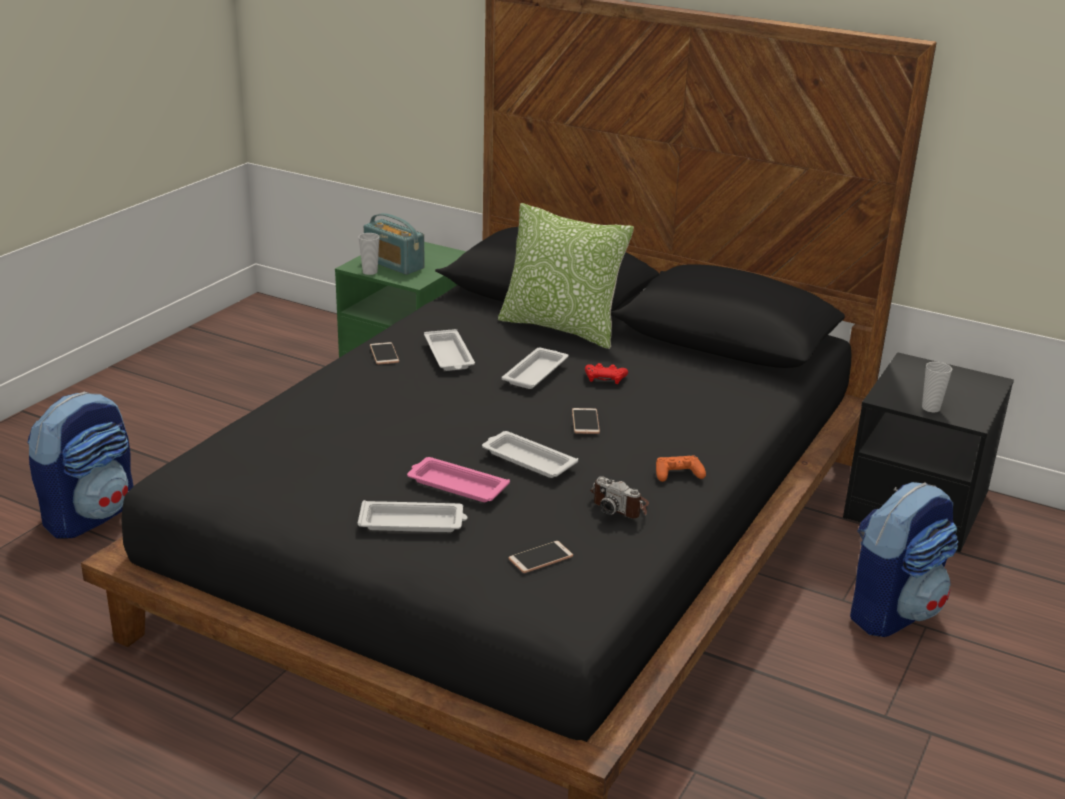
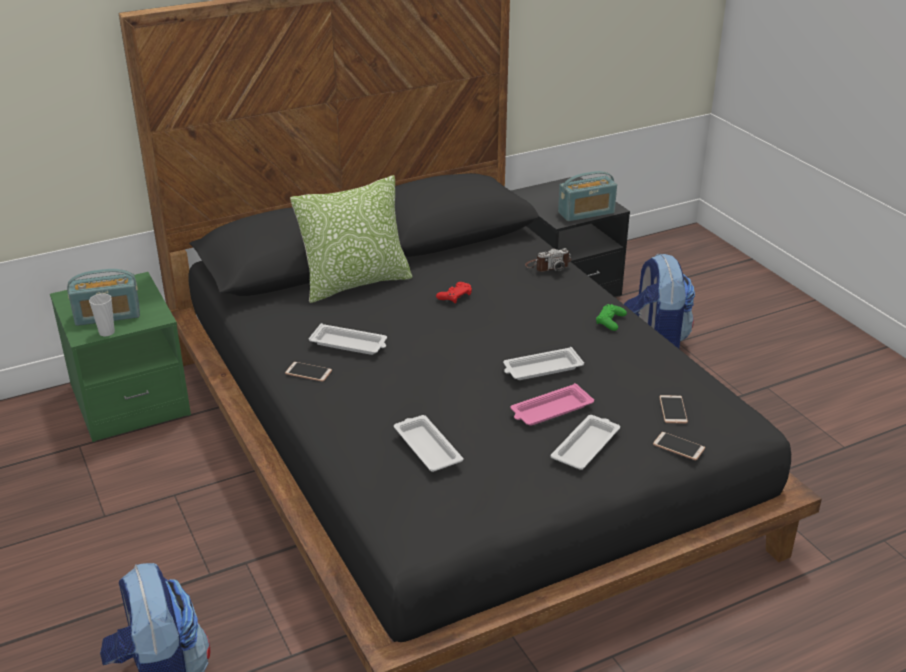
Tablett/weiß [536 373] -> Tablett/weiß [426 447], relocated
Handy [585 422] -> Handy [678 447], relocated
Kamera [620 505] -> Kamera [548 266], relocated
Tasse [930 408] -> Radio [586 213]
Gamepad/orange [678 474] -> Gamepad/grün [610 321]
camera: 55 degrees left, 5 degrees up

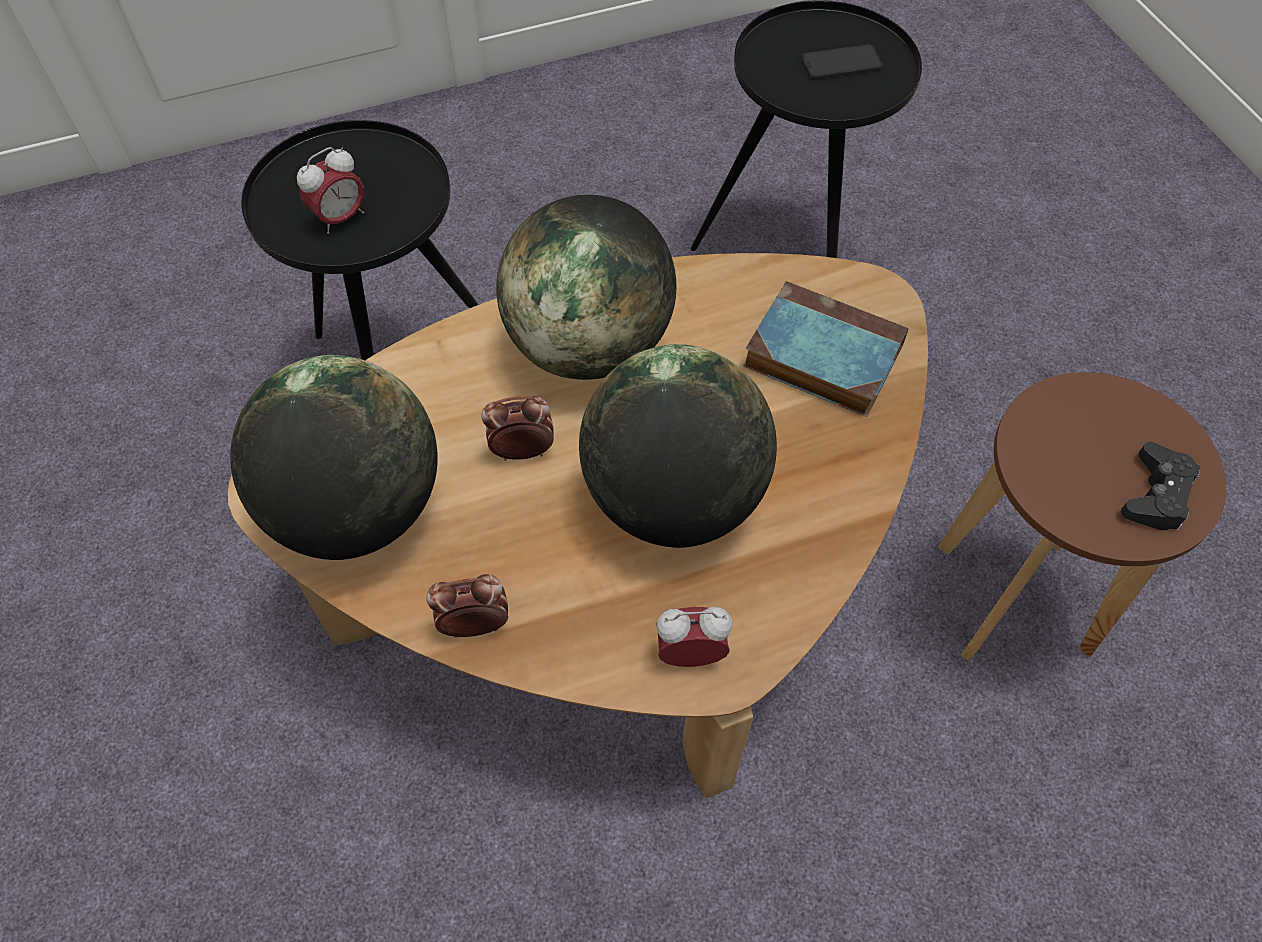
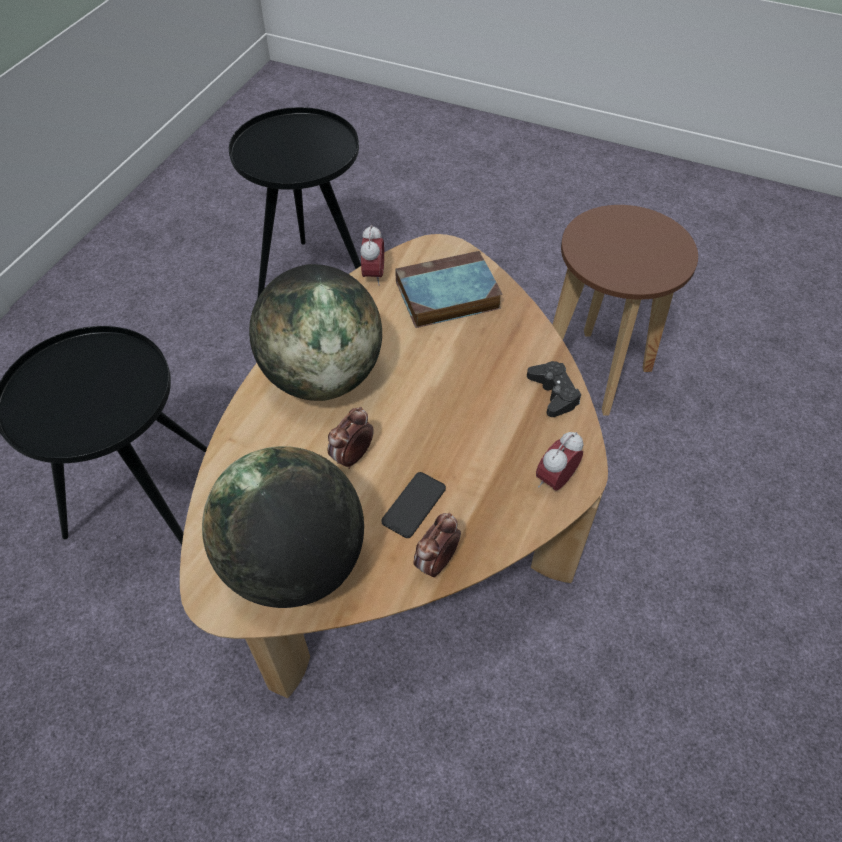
Globus [674 498] -> none
Wecker [340 218] -> Wecker [373 275], relocated
Handy [841 63] -> Handy [414 505], relocated
Gamepad/schwarz [1156 494] -> Gamepad/schwarz [553 393], relocated
camera: 45 degrees left, 5 degrees down

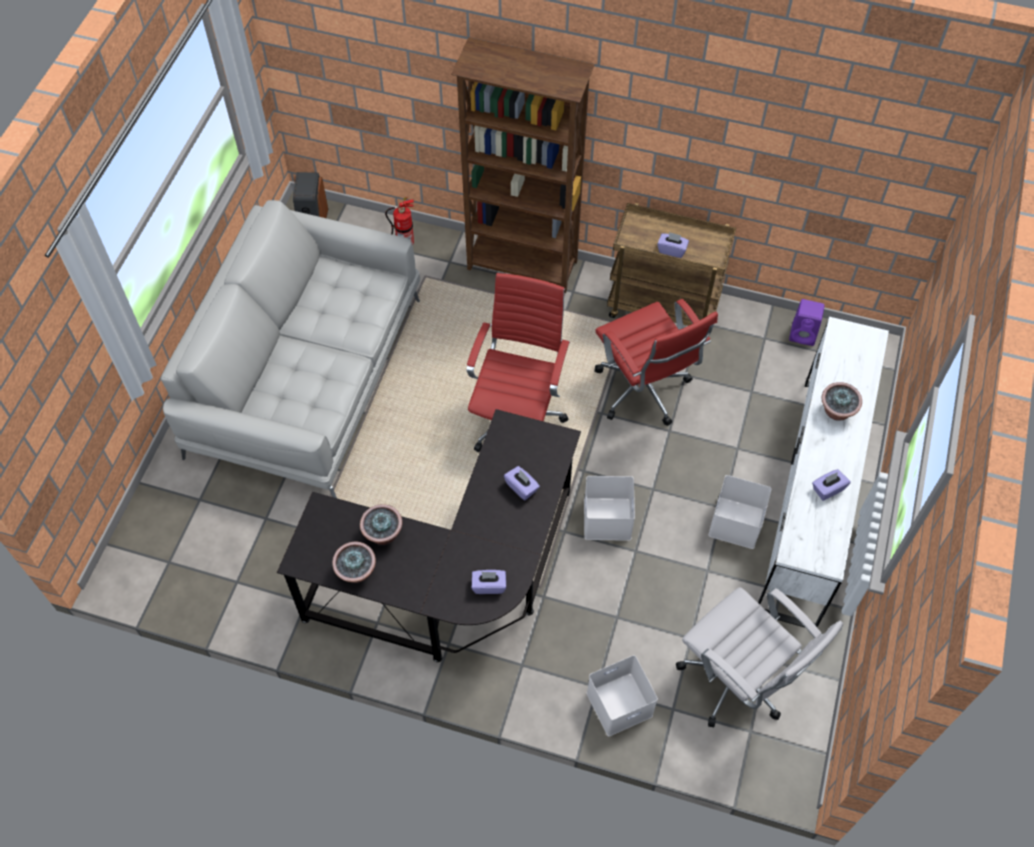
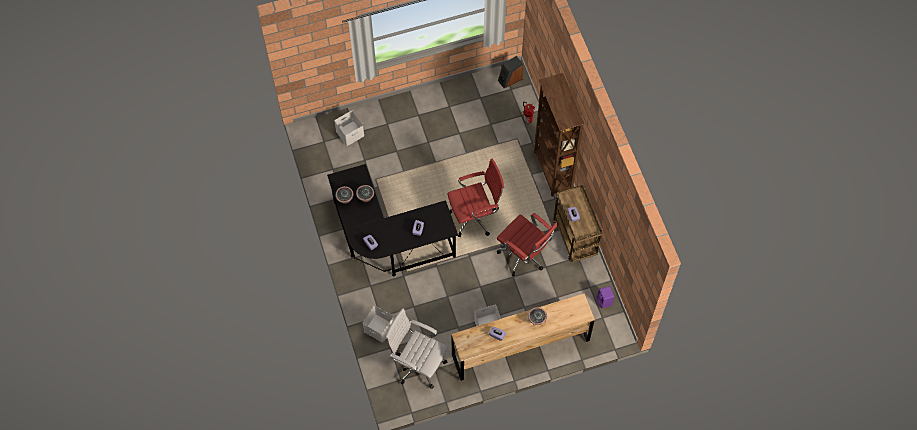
Sofa/grau [307 375] -> none
Aufbewahrungsbox/weiß [606 518] -> Aufbewahrungsbox/weiß [350 132], relocated
Kommode/weiß [809 498] -> Kommode/braun [520 347]
Bürostuhl/rot [644 392] -> Bürostuhl/rot [524 256], 75 degrees counterclockwise
Bürostuhl/weiß [738 682] -> Bürostuhl/weiß [418 364], 105 degrees clockwise
camera: 55 degrees right, 5 degrees up

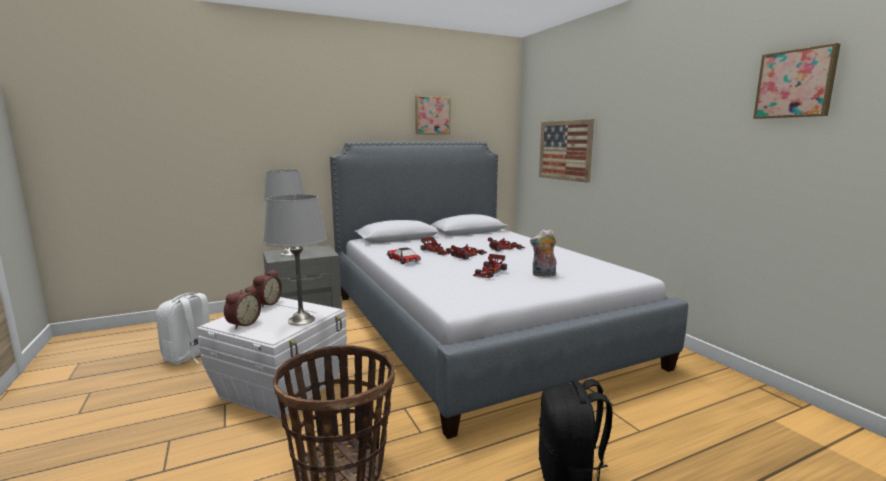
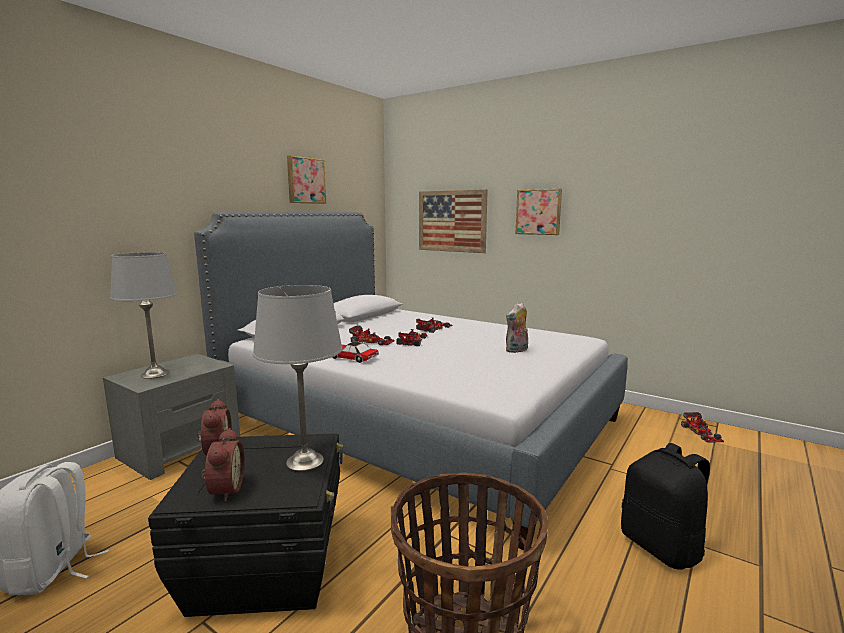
Spielzeugauto [489 272] -> Spielzeugauto [701 432], relocated
Bild [796 84] -> Bild [539 212], relocated
Aufbewahrungsbox/weiß [282 387] -> Aufbewahrungsbox/schwarz [268 564]
camera: 30 degrees left, 0 degrees up

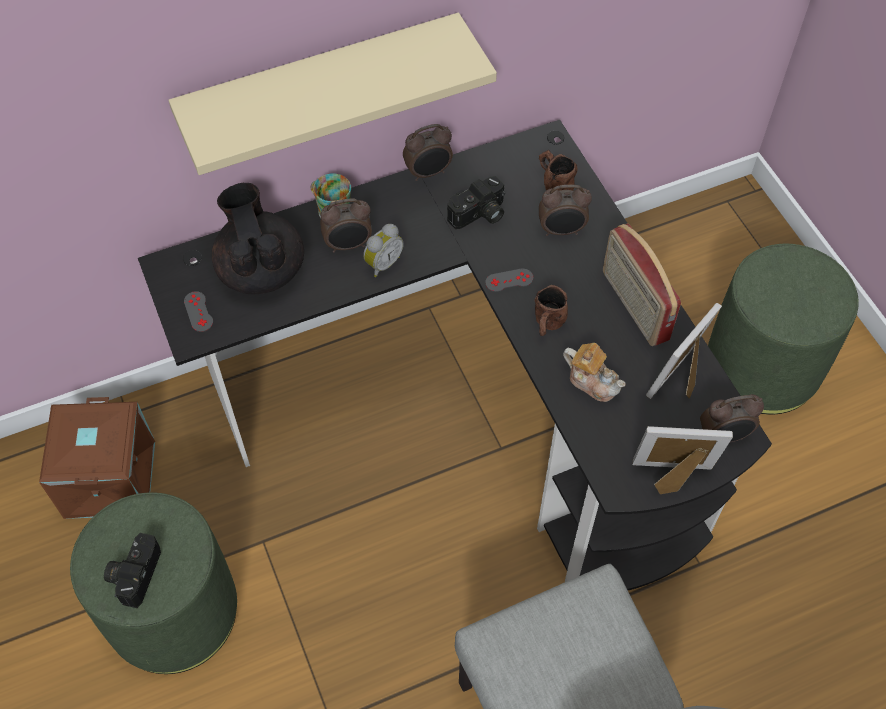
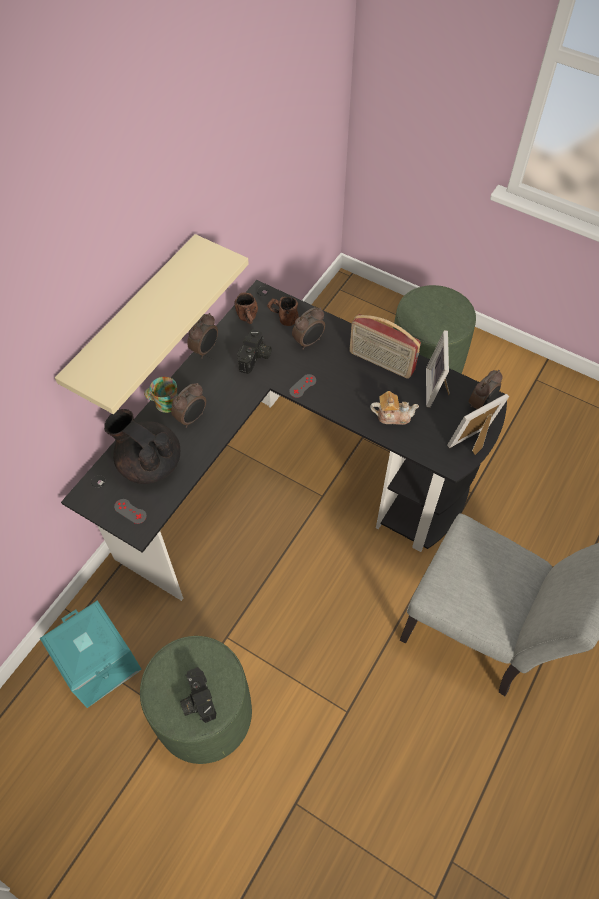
Wecker [382 263] -> none
Henkelbecher/braun [547 326] -> Henkelbecher/braun [248 319], relocated
Aufbewahrungsbox/braun [108 478] -> Aufbewahrungsbox/türkis [97 664]
camera: 35 degrees left, 0 degrees up

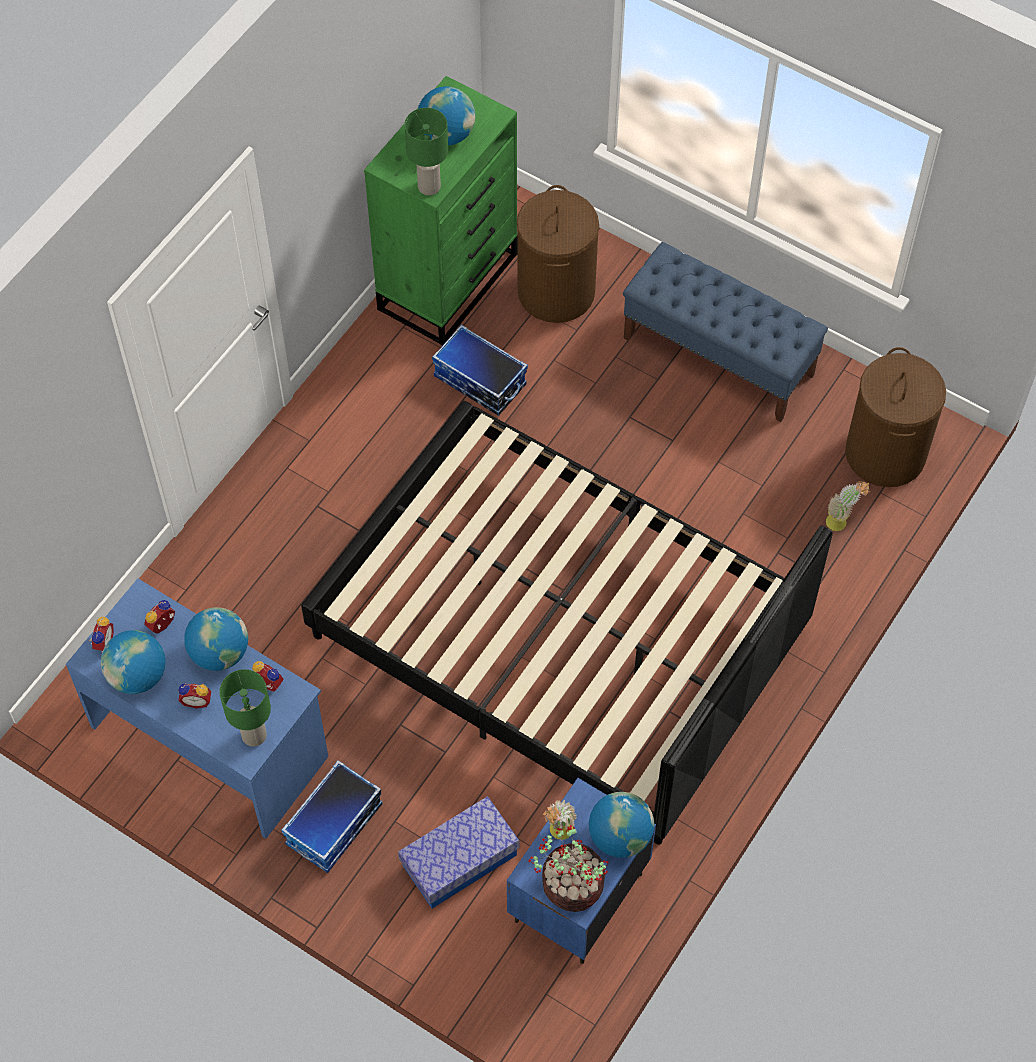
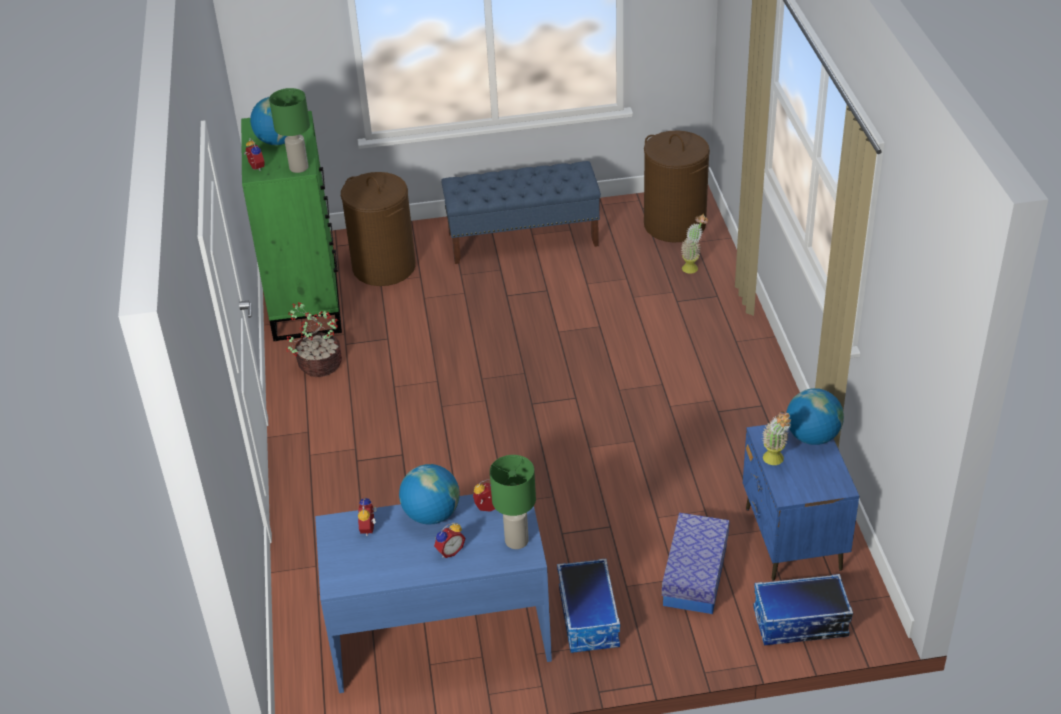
Globus [138 676] -> none
Bett/schwarz [558 635] -> none
Wecker [103 642] -> Wecker [255 168], relocated
Aufbewahrungsbox [479 381] -> Aufbewahrungsbox [800 623], relocated
Topfpflanze [570 883] -> Topfpflanze [318 365], relocated
camera: 40 degrees left, 20 degrees down

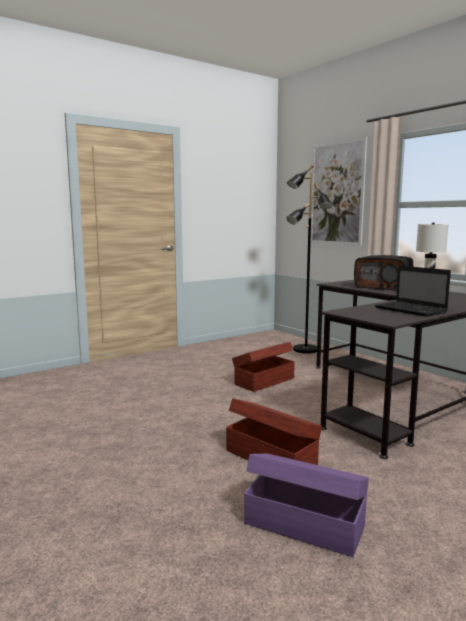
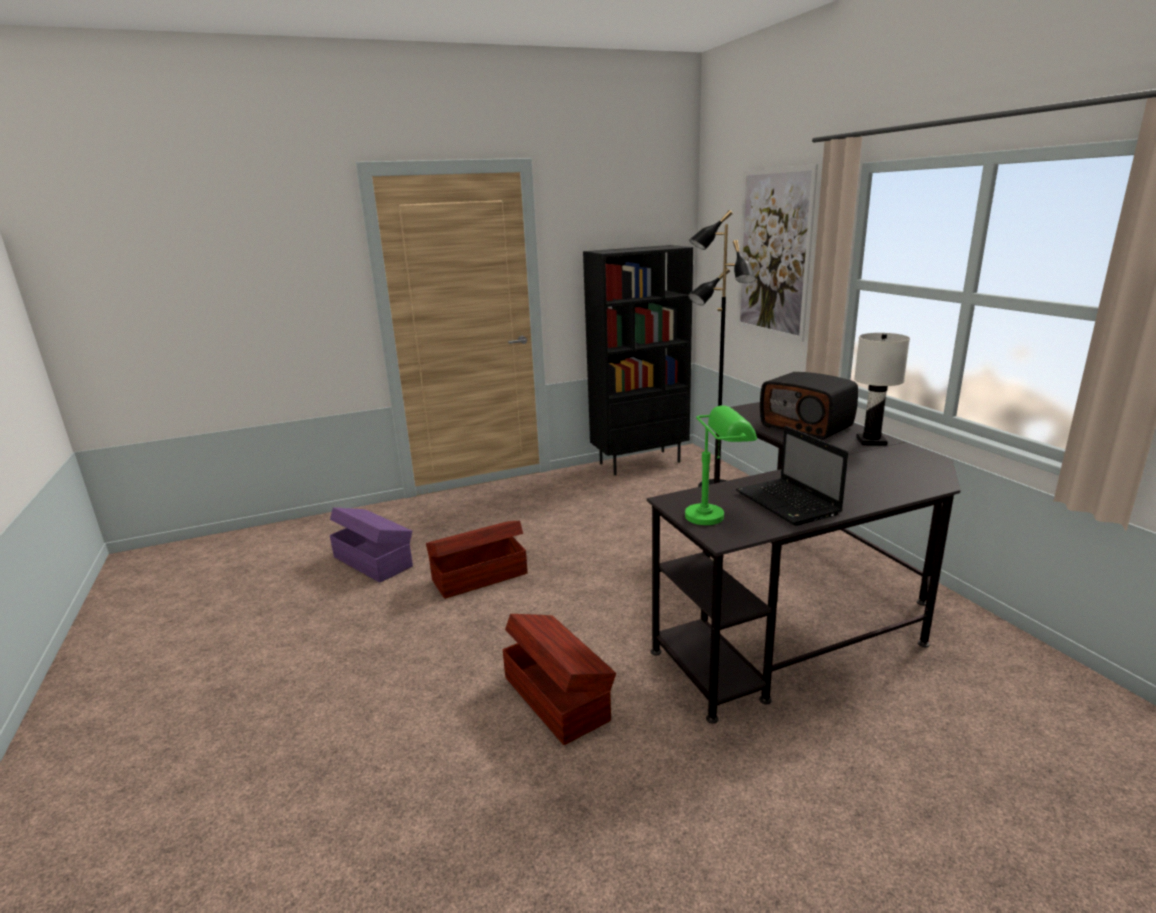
none -> Bücherregal/schwarz [640 462]
none -> Tischlampe/grün [717 514]
Aufbewahrungsbox/braun [263 381] -> Aufbewahrungsbox/braun [478 576], relocated
Aufbewahrungsbox/lila [303 523] -> Aufbewahrungsbox/lila [373 561], relocated
camera: 15 degrees right, 10 degrees up

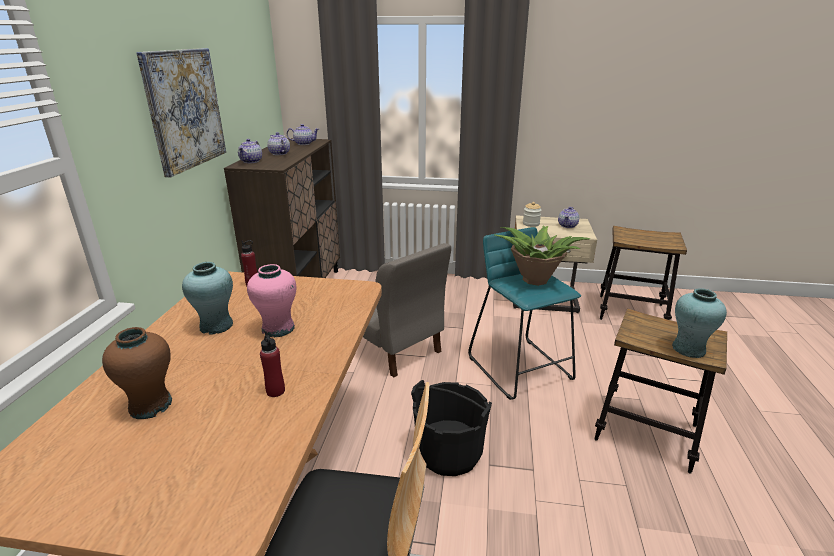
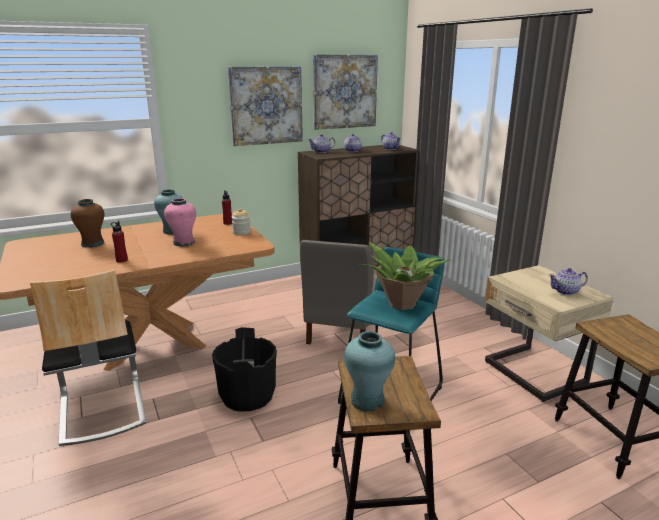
none -> Bild [344 91]
Vorratsglas [531 224] -> Vorratsglas [241 232], relocated
camera: 55 degrees right, 5 degrees down

